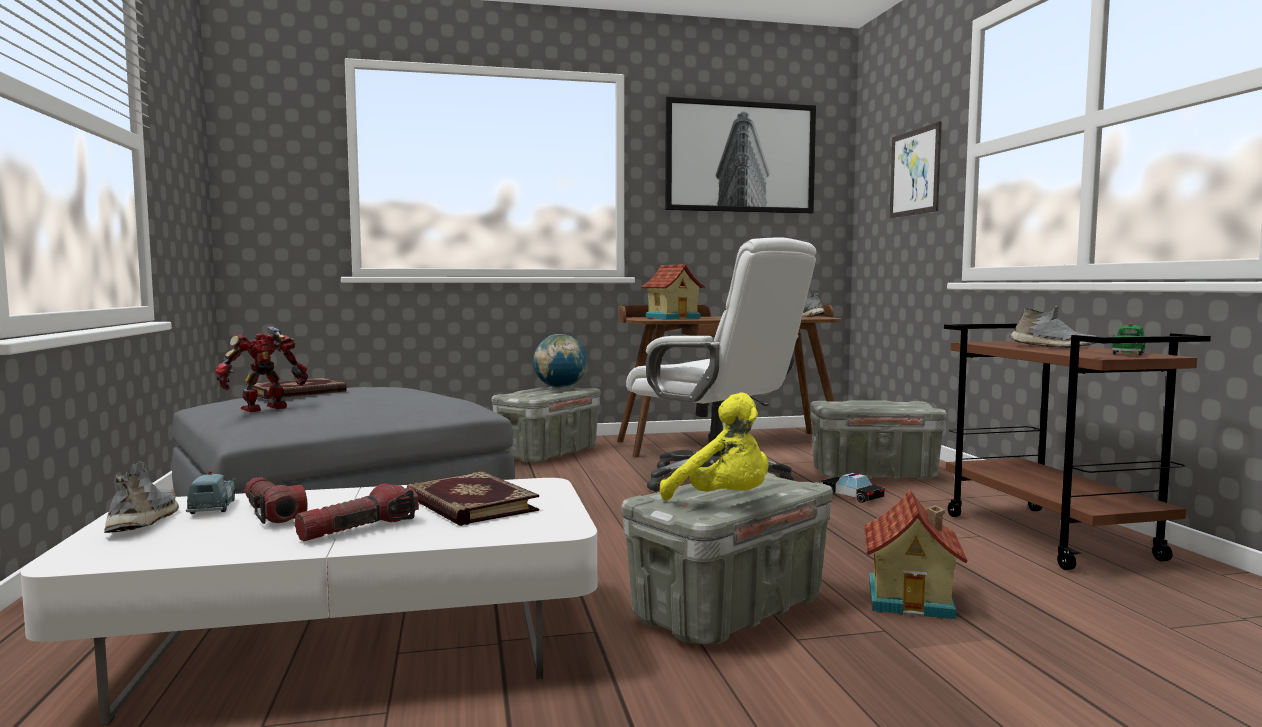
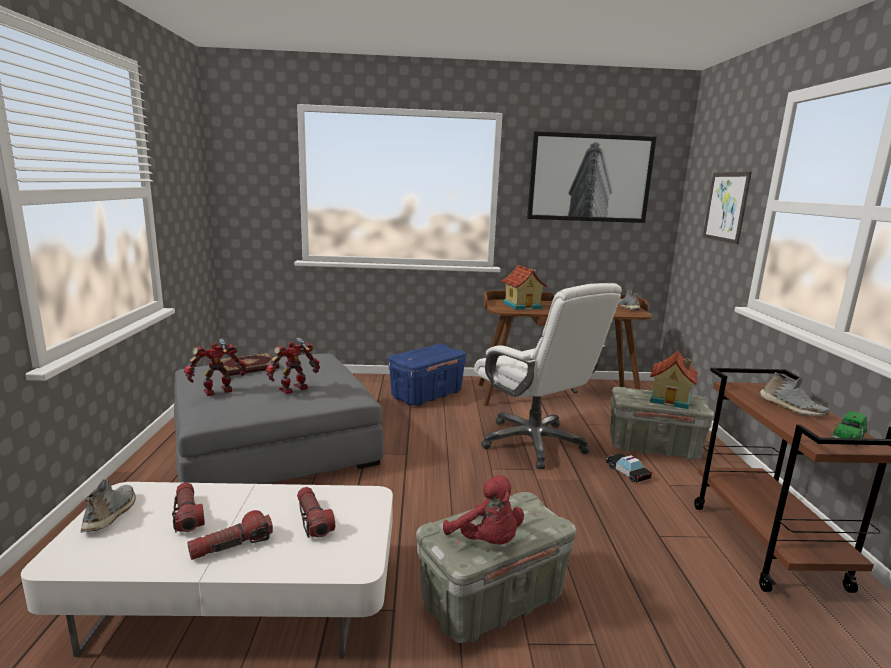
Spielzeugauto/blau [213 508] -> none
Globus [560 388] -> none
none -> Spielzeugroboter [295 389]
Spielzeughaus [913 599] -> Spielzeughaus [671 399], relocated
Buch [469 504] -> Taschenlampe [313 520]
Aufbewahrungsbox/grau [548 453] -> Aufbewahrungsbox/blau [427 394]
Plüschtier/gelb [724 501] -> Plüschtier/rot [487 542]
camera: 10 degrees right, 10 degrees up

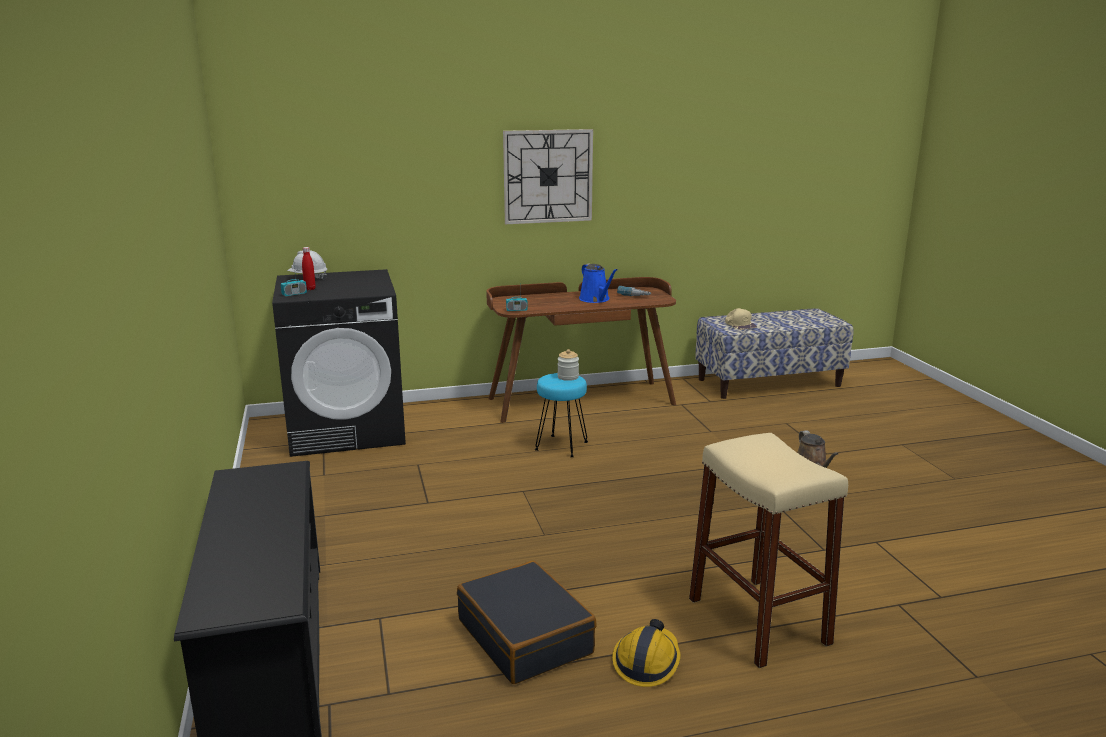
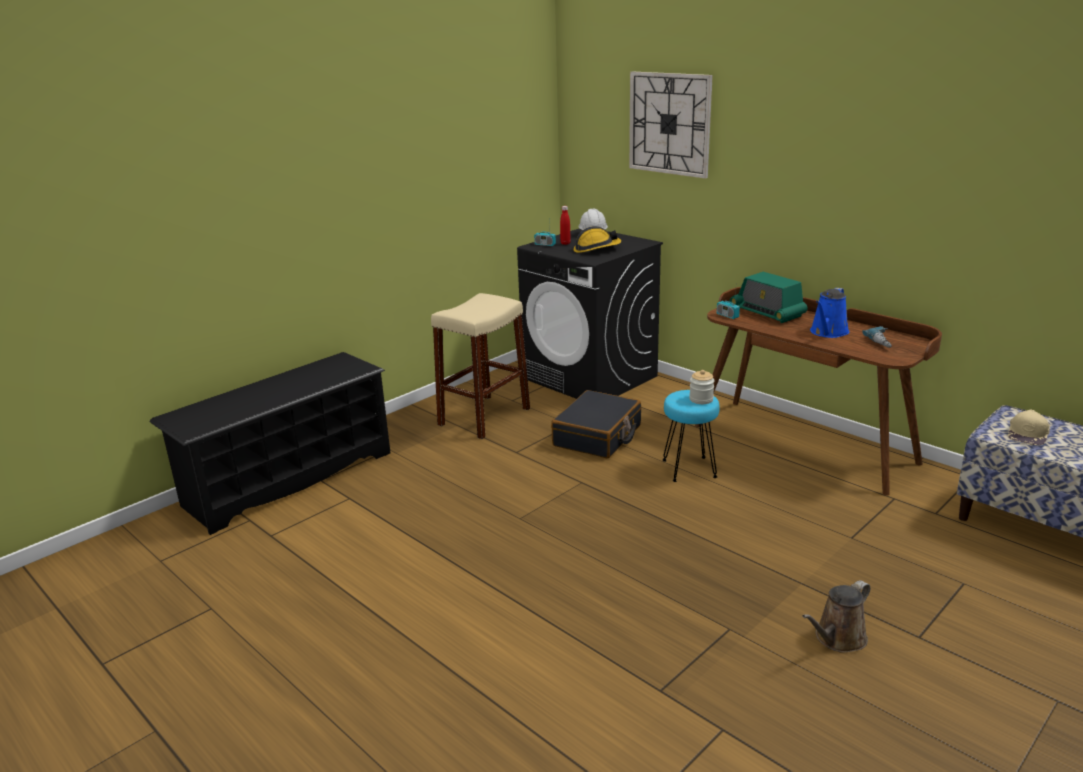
none -> Radio [767 312]
Koffer/schwarz [525 636] -> Koffer/schwarz [598 436], relocated
Wanduhr [548 176] -> Wanduhr [669 124], relocated
Schutzhelm [646 662] -> Schutzhelm [596 249], relocated
Hocker/beige [758 620] -> Hocker/beige [484 417], relocated
camera: 60 degrees right, 5 degrees up

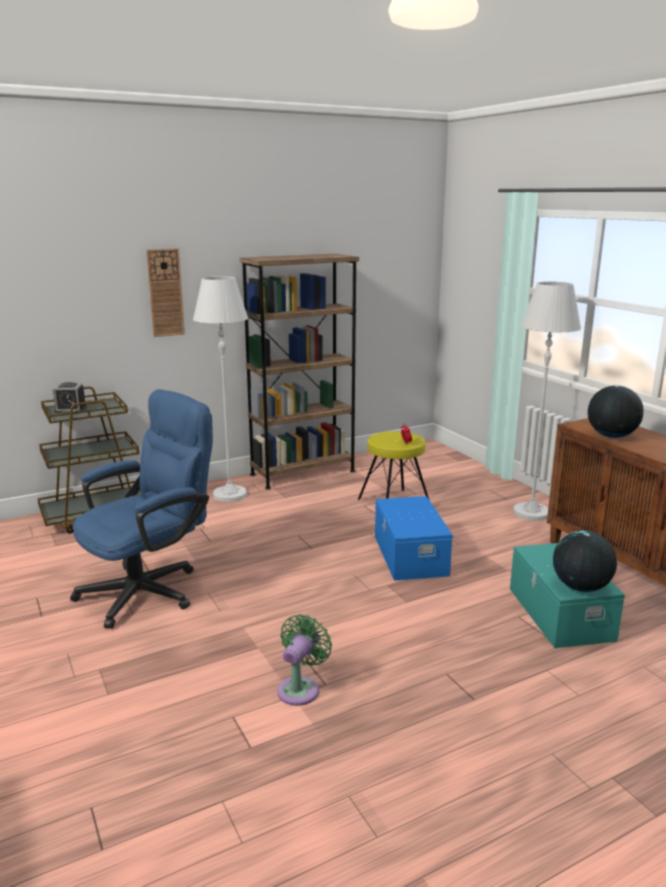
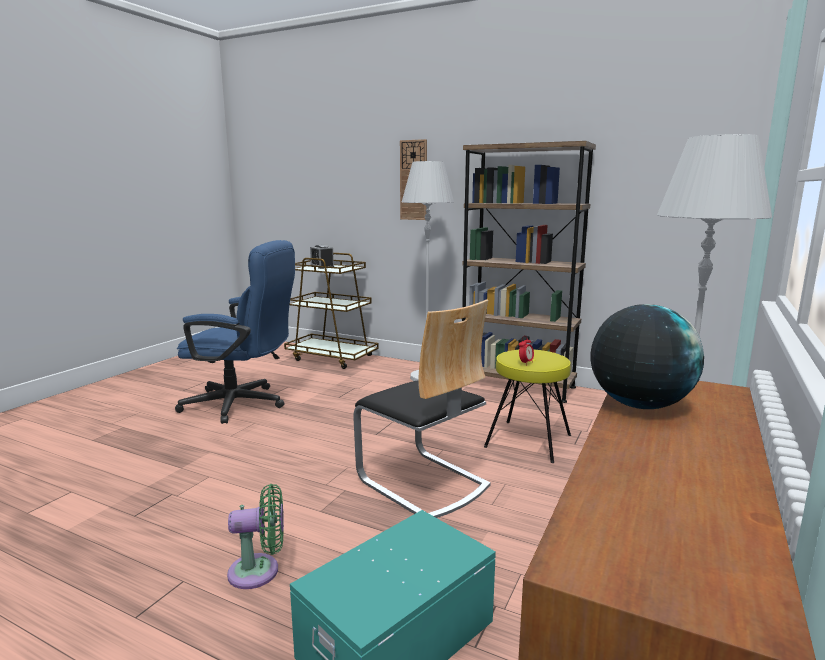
Globus [580 587] -> none
Ventilator/grün [300 688] -> Ventilator/grün [259 571], relocated
Aufbewahrungsbox/blau [409 555] -> Stuhl [422 482]
camera: 55 degrees right, 5 degrees down

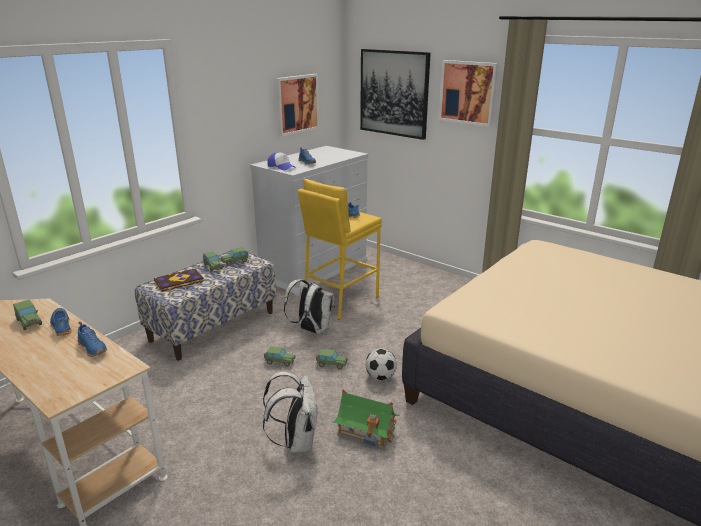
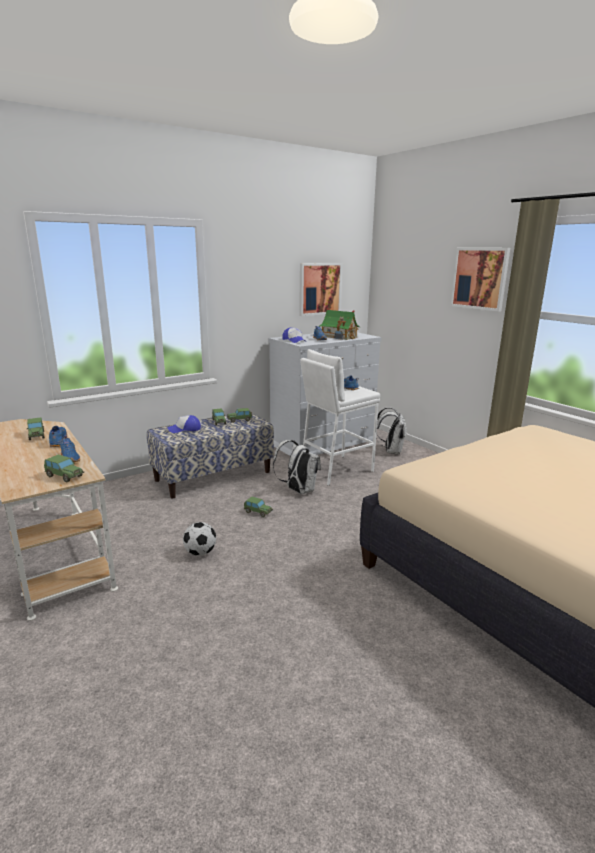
Bild [394 93] -> none
Rucksack/weiß [296 442] -> Rucksack/weiß [391 451], relocated
Spielzeugauto [331 364] -> Spielzeugauto [64 476], relocated
Spielzeughaus [366 432] -> Spielzeughaus [339 336], relocated
Fußball [380 377] -> Fußball [200 552], relocated
Buch [179 281] -> Kappe [185 429]
Hocker/gelb [340 300] -> Hocker/weiß [336 470]
camera: 15 degrees right, 5 degrees down

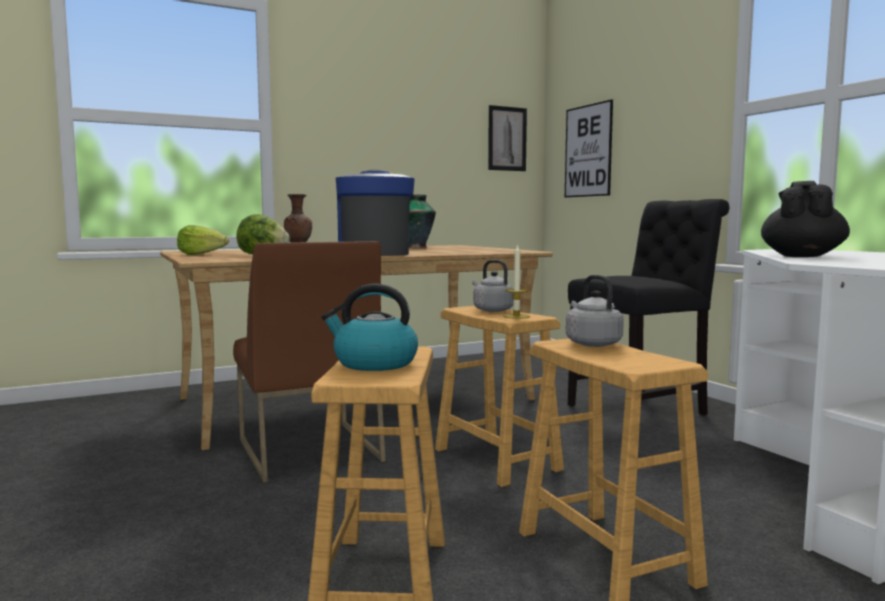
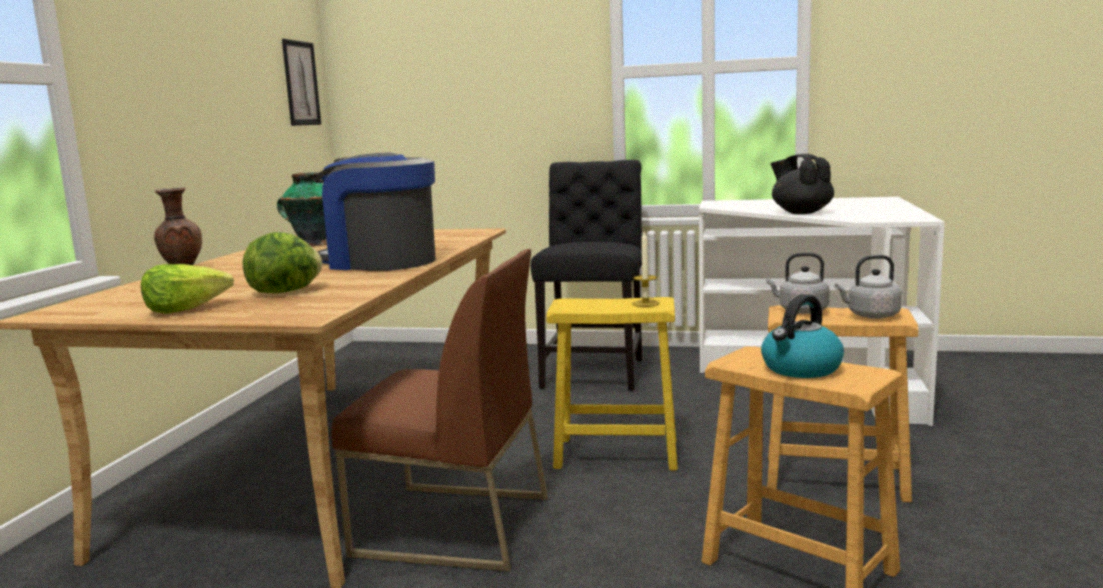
Bild [588 151] -> none
Wasserkessel/grau [491 310] -> Wasserkessel/grau [870 316], relocated
Hocker/braun [497 459] -> Hocker/gelb [616 453]
camera: 50 degrees left, 5 degrees up

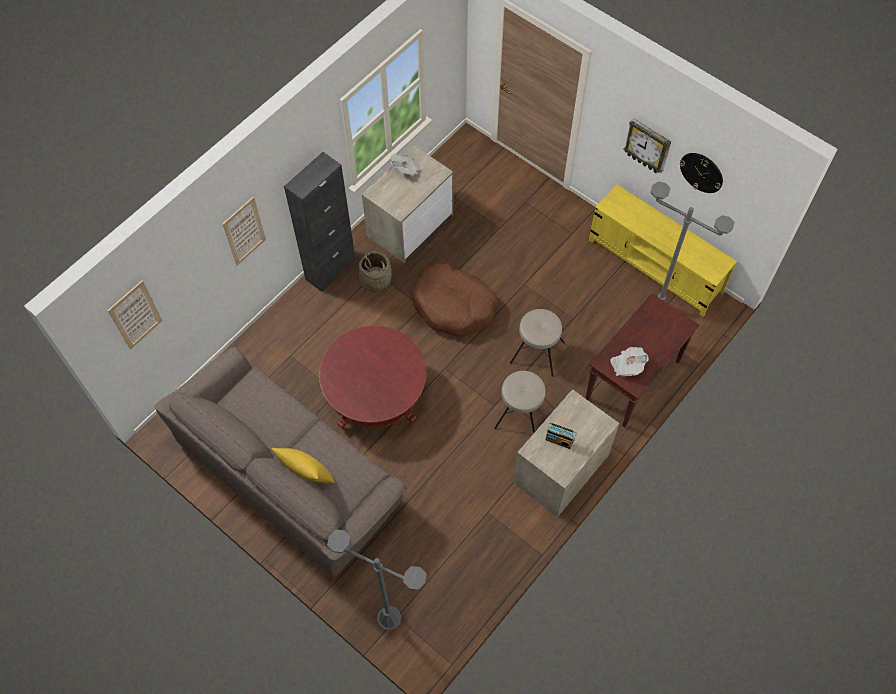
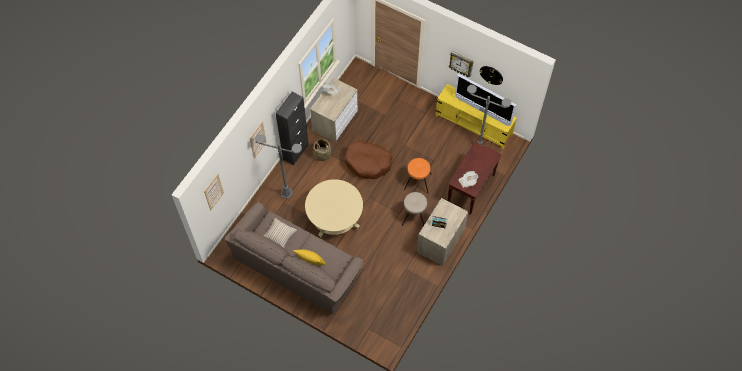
none -> Kissen/beige [279 235]
none -> Fernseher [482 111]
Stehlampe/grau [389 618] -> Stehlampe/grau [286 193], relocated
Couchtisch/rot [375 394] -> Couchtisch/beige [334 216]
Hocker/beige [537 352] -> Hocker/orange [417 181]
camera: 10 degrees left, 0 degrees up

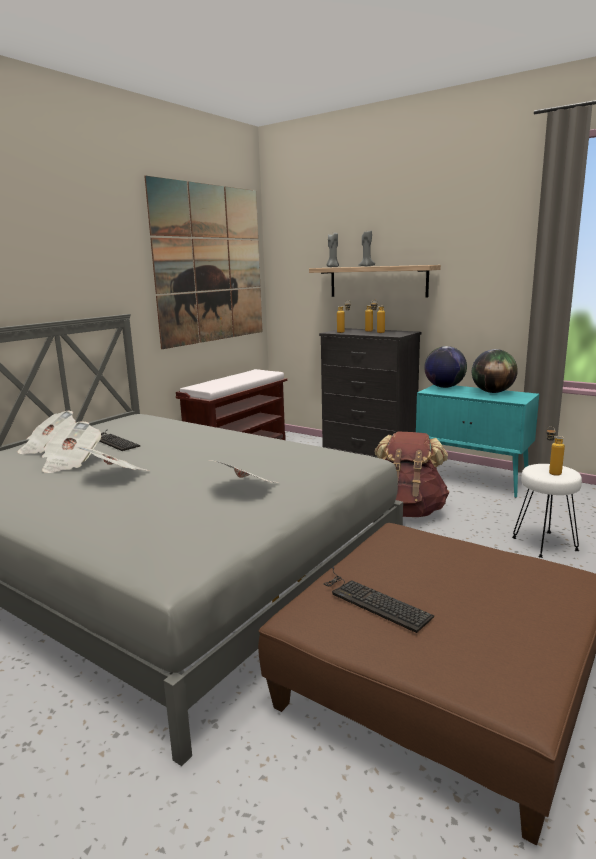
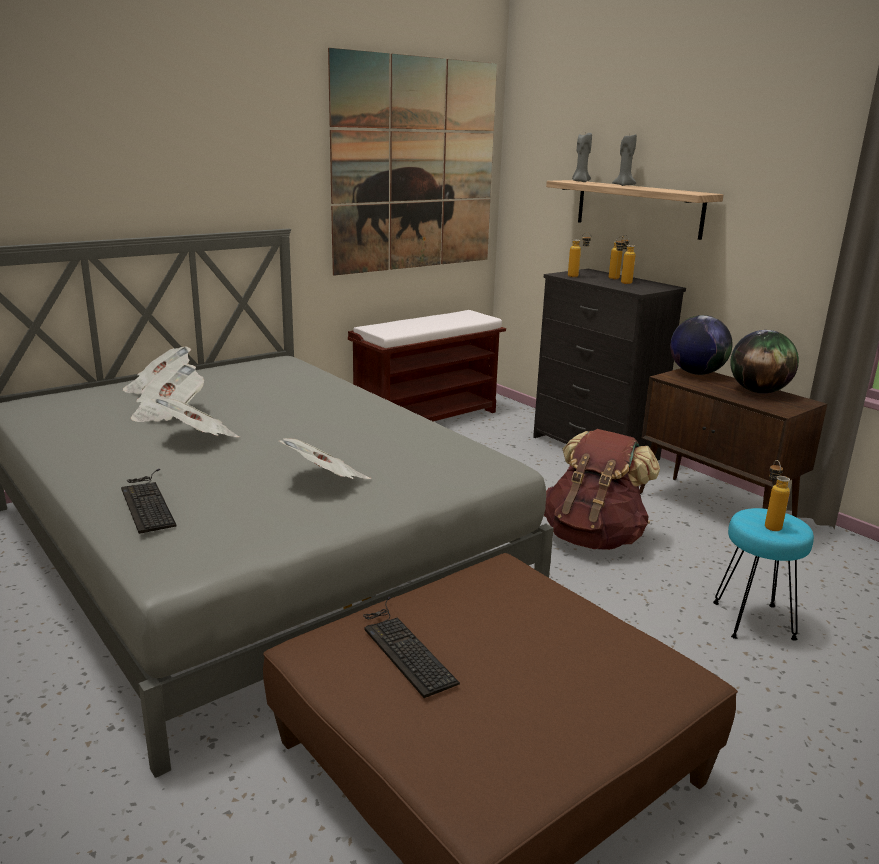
Tastatur [113 441] -> Tastatur [147 501], relocated
Schrank/türkis [472 480] -> Schrank/braun [715 510]
Hocker/weiß [543 544] -> Hocker/türkis [752 621]
camera: 15 degrees right, 5 degrees up

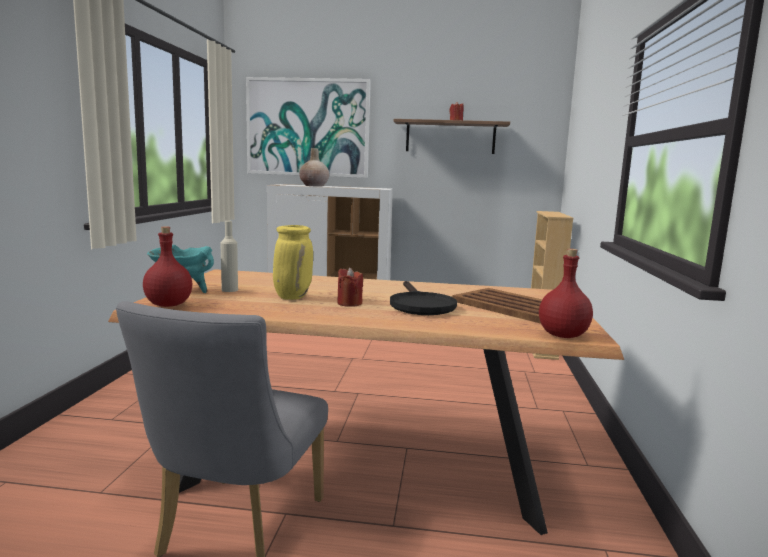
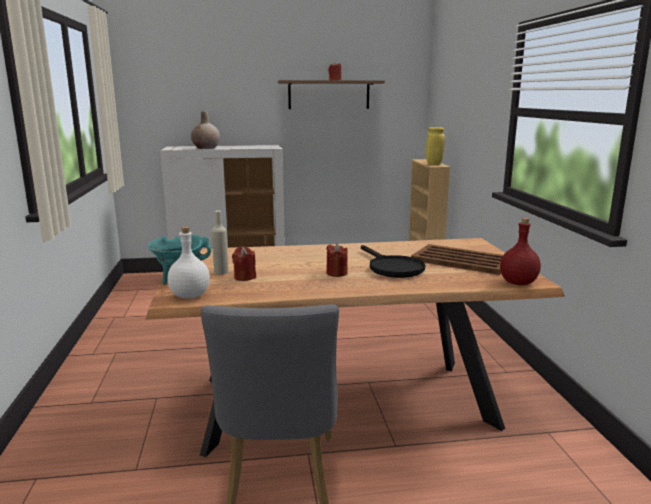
Bild [308 128] -> none
none -> Kerze/rot [245 277]
Vase/gelb [292 297] -> Vase/gelb [433 164], relocated
Flasche/rot [169 305] -> Flasche/weiß [190 296]
camera: 15 degrees left, 5 degrees up

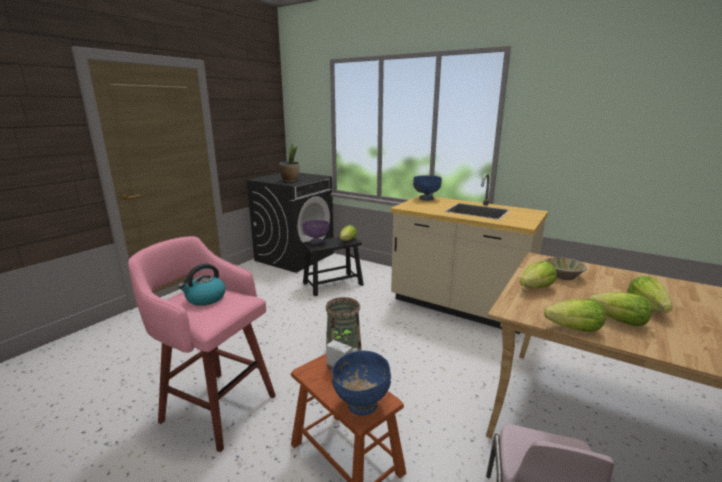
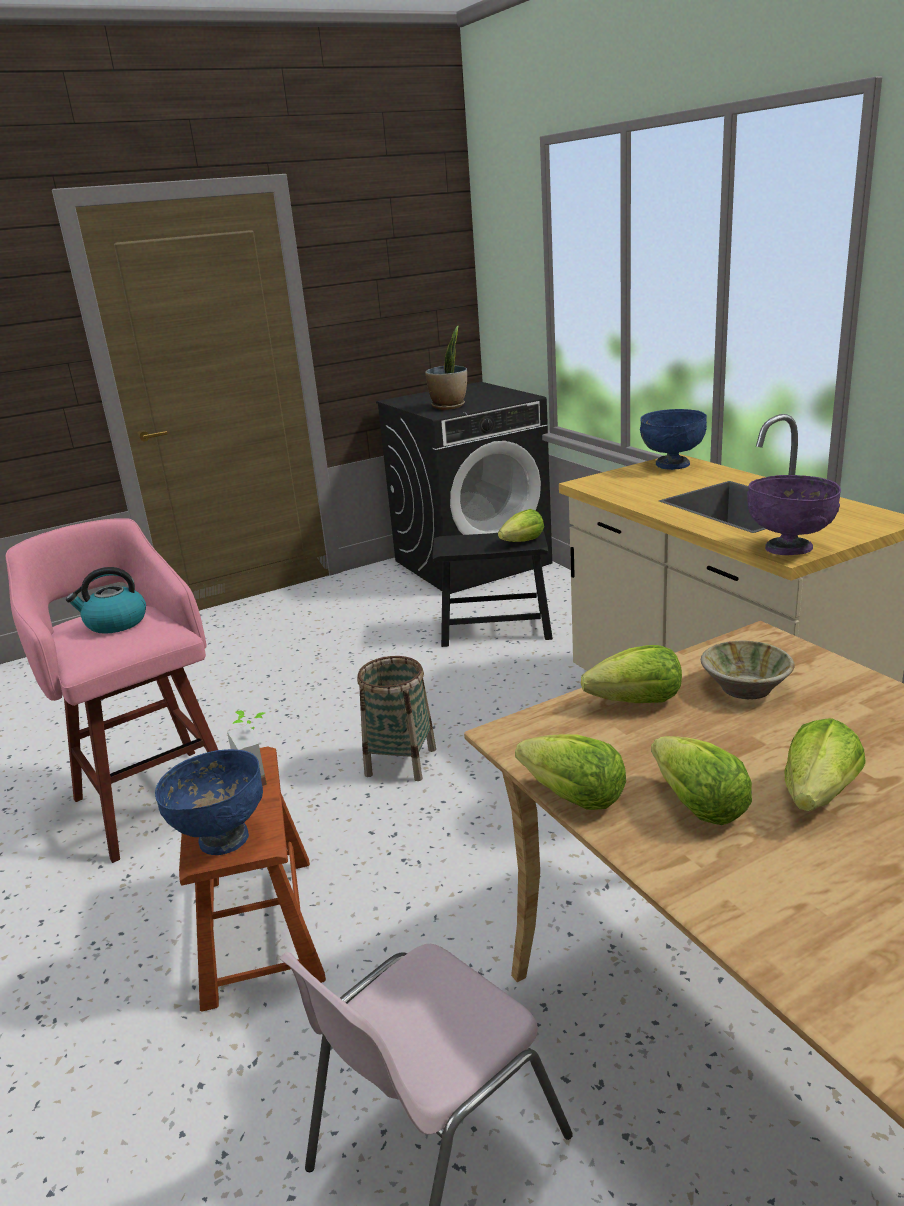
Schüssel/lila [316 242] -> Schüssel/lila [789 549], relocated
camera: 30 degrees right, 5 degrees up

